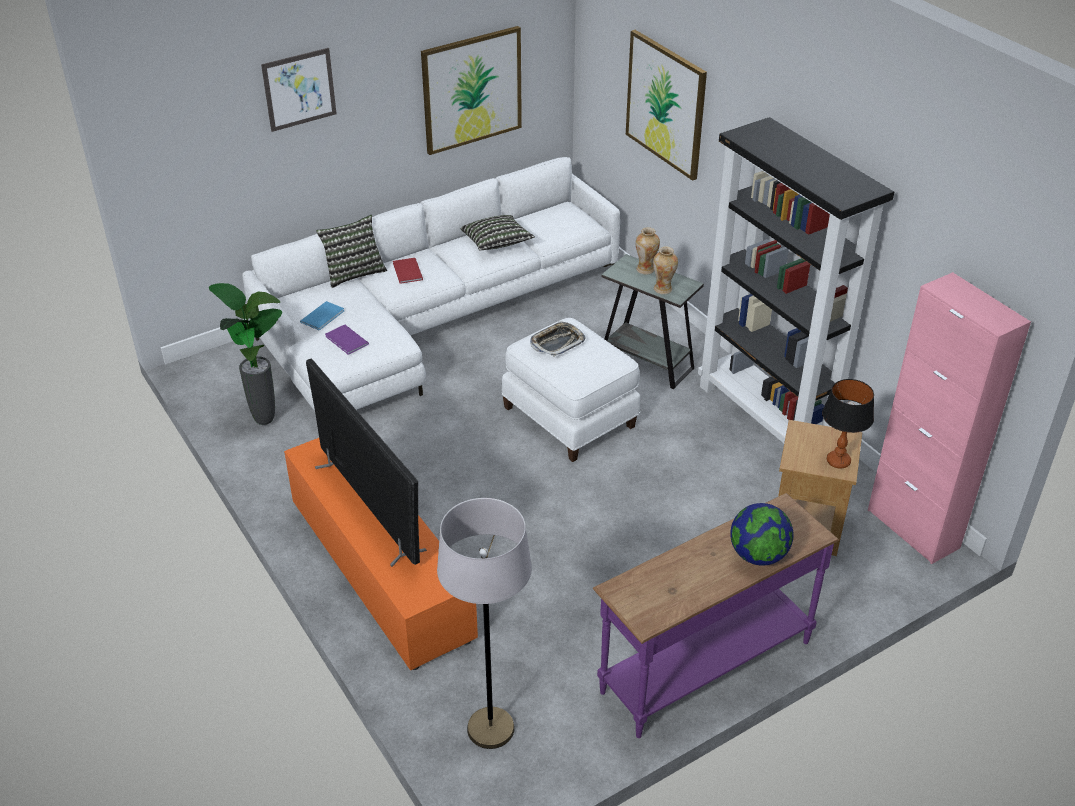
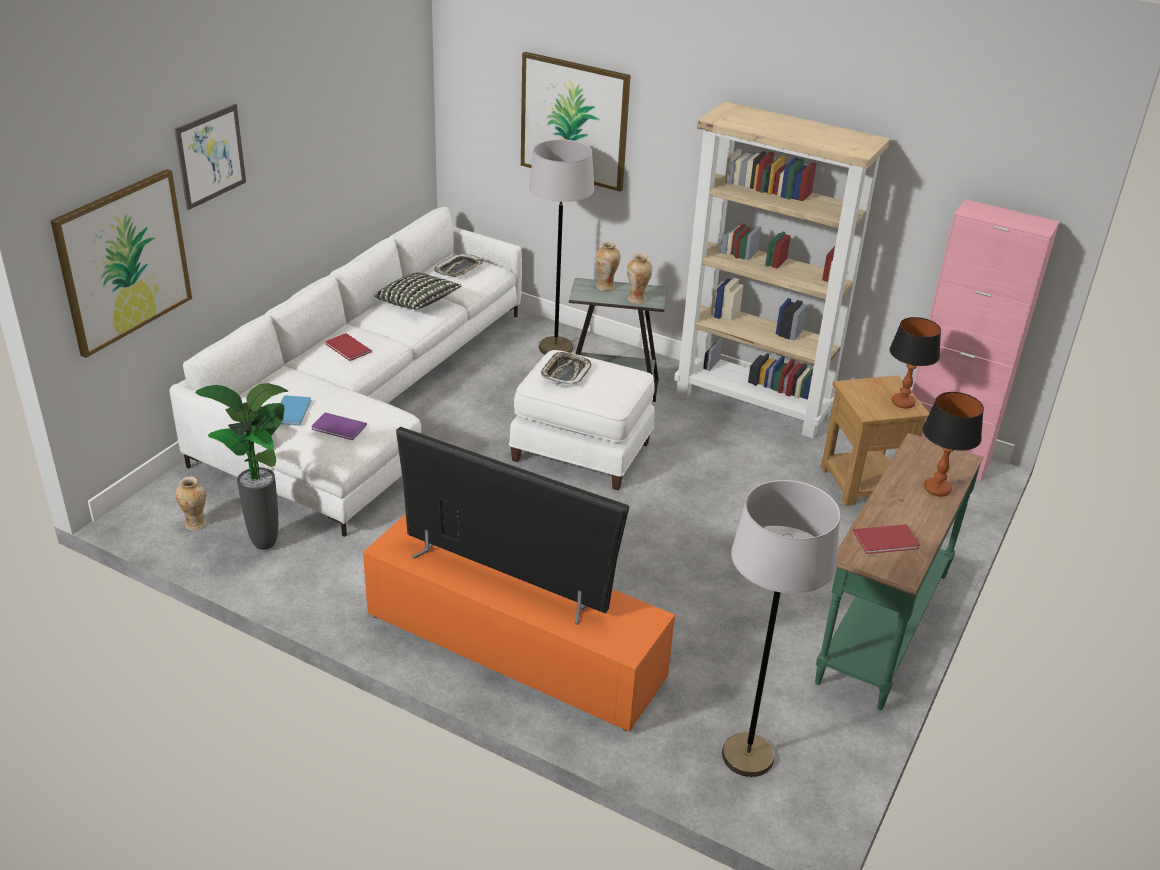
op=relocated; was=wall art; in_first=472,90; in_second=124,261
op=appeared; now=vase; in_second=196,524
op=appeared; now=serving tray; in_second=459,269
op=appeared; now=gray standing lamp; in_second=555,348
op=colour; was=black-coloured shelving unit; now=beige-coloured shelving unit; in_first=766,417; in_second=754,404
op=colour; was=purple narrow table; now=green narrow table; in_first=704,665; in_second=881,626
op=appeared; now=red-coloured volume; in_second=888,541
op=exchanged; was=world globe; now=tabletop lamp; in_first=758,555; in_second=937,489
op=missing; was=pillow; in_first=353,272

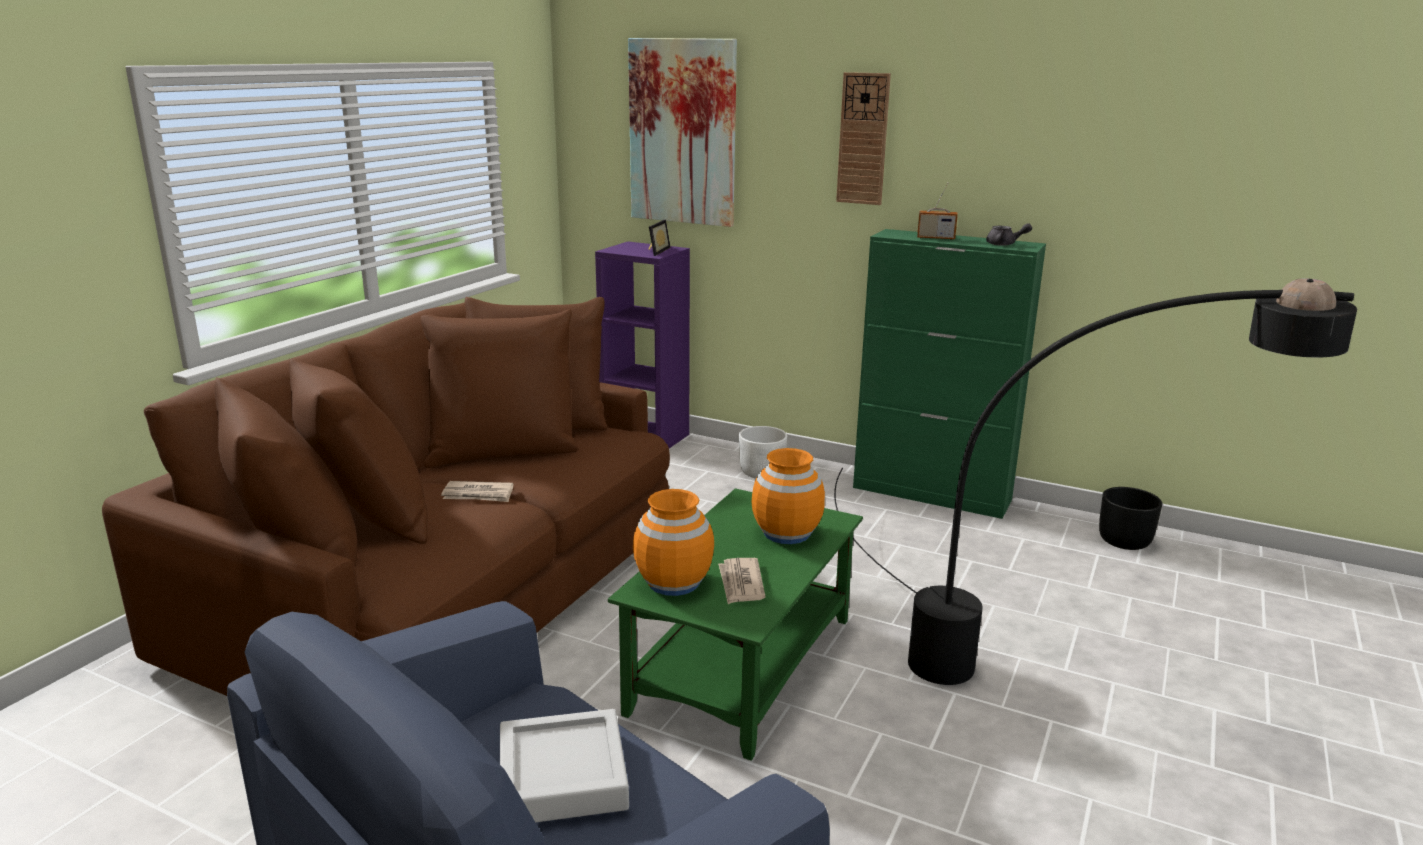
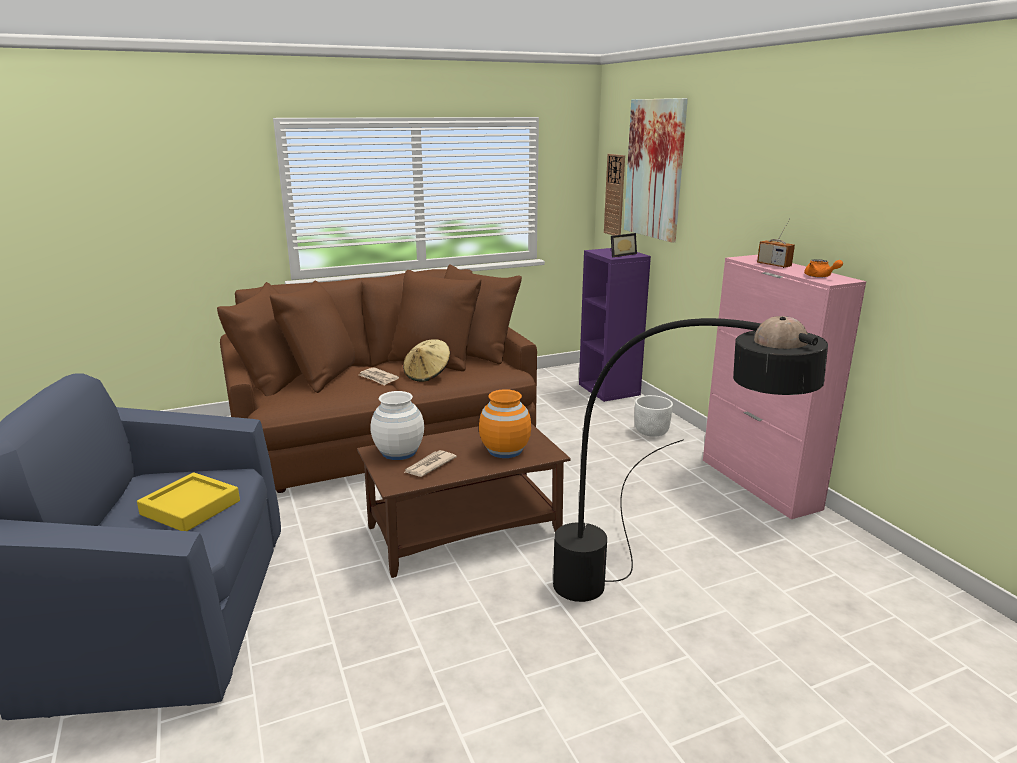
op=colour; was=gray serving tray; now=yellow serving tray; in_first=562,776; in_second=190,508
op=colour; was=green lounge table; now=brown-coloured lounge table; in_first=743,663; in_second=465,530
op=colour; was=orange-coloured vase; now=white-coloured vase; in_first=673,582; in_second=398,452
op=appeared; now=beige-coloured wearable hat; in_second=427,375
op=relocated; was=clock on the wall; in_first=863,139; in_second=615,195
op=colour; was=green storage cabinet; now=pinkish storage cabinet; in_first=932,494; in_second=759,484
op=colour; was=gray teapot; now=orange-coloured teapot; in_first=1005,244; in_second=820,276
op=missing; was=black-coloured flower pot; in_first=1123,541

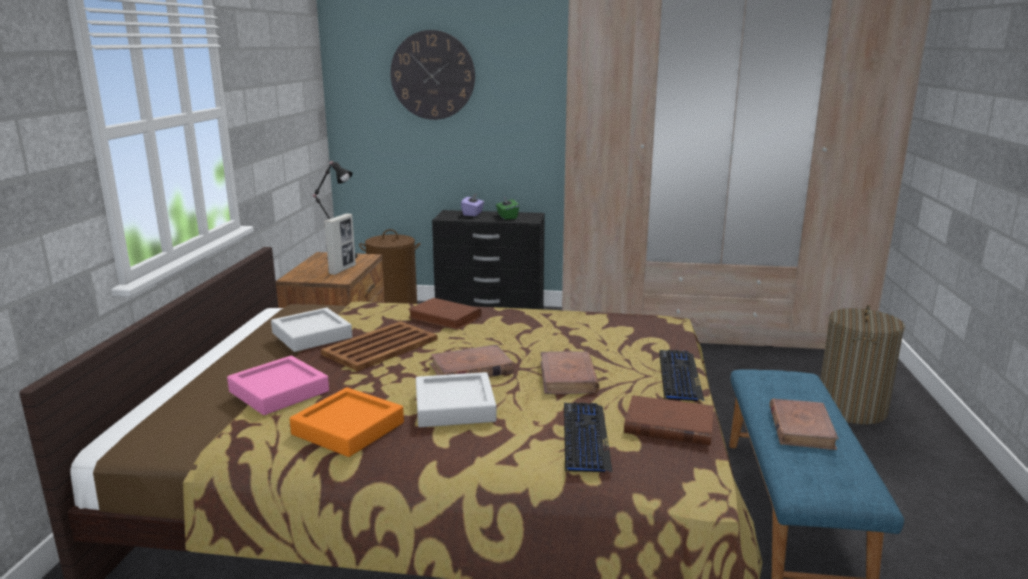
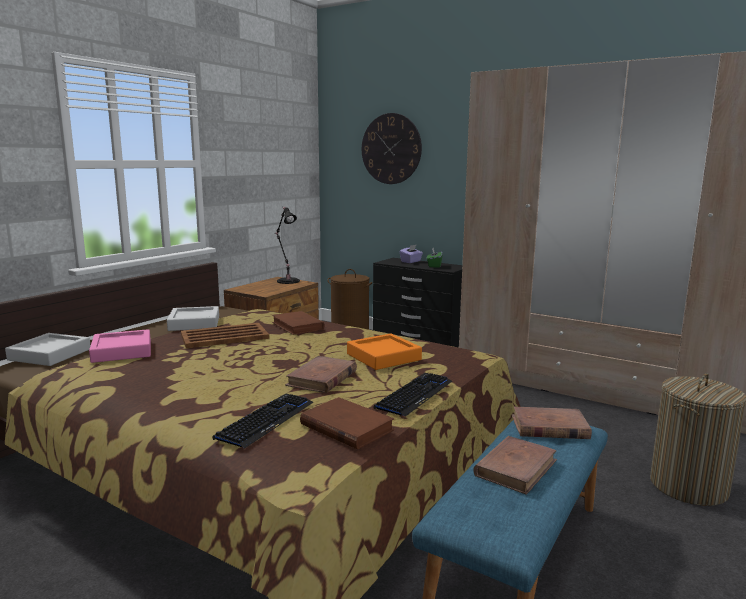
op=relocated; was=gray serving tray; in_first=454,406; in_second=50,354
op=relocated; was=orange-coloured serving tray; in_first=348,428; in_second=383,357
op=relocated; was=brown-coloured volume; in_first=471,369; in_second=549,427
op=missing; was=photo frame; in_first=342,269

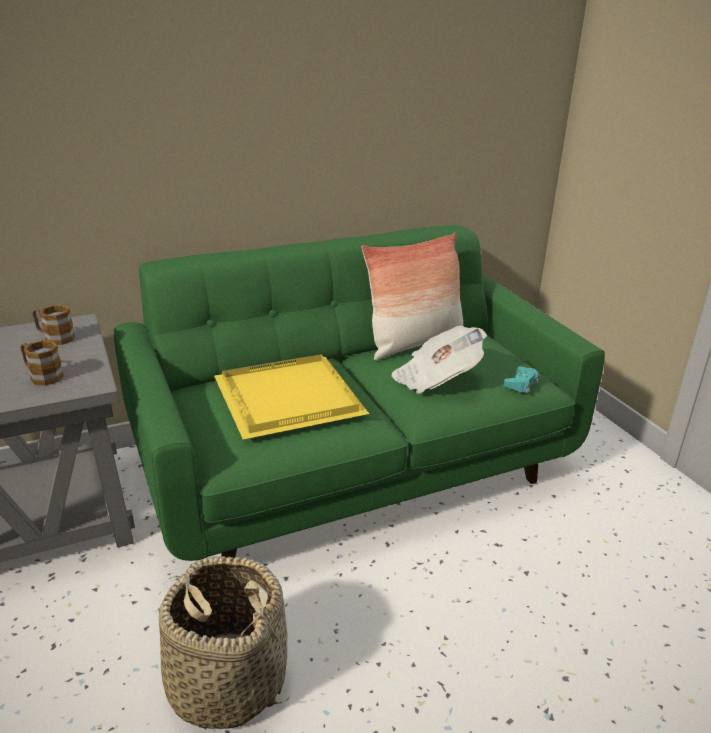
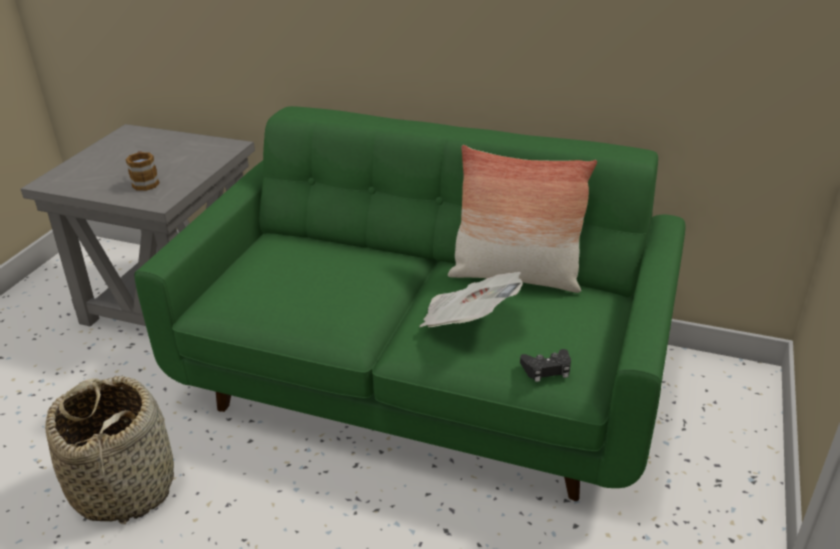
op=colour; was=turquoise-coloured gamepad; now=black-coloured gamepad; in_first=521,383; in_second=547,369
op=missing; was=coffee mug; in_first=55,337
op=missing; was=yellow serving tray; in_first=287,400

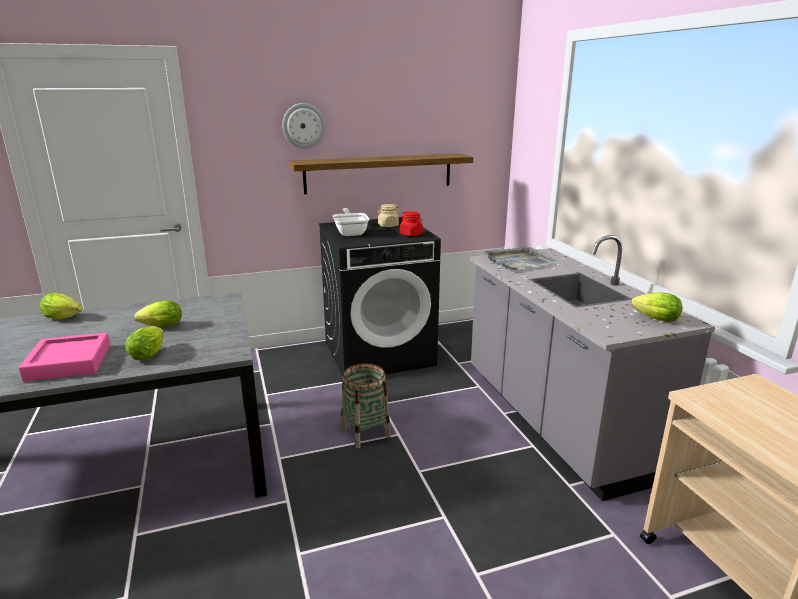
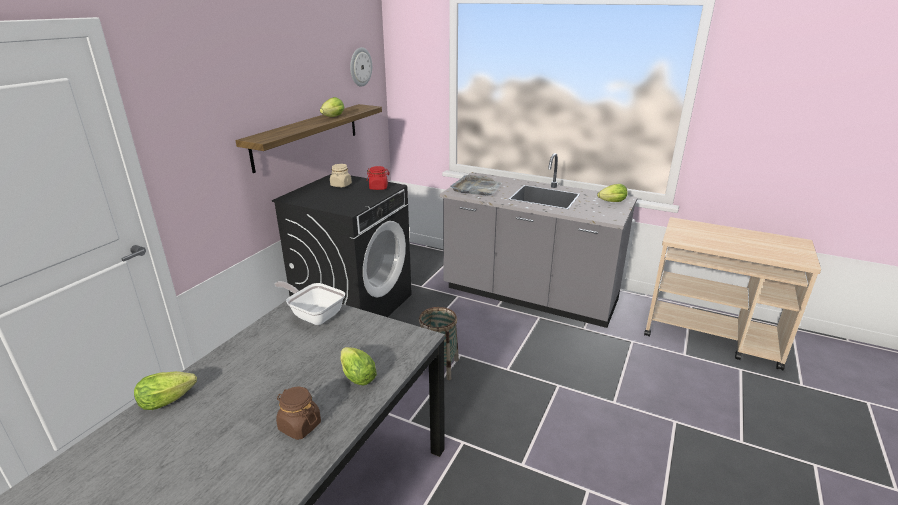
op=relocated; was=skillet; in_first=351,233; in_second=314,315
op=exchanged; was=pinkish serving tray; now=brown-coloured jar; in_first=69,362; in_second=299,426
op=relocated; was=lettuce head; in_first=160,327; in_second=332,117
op=relocated; was=clock on the wall; in_first=304,125; in_second=360,67

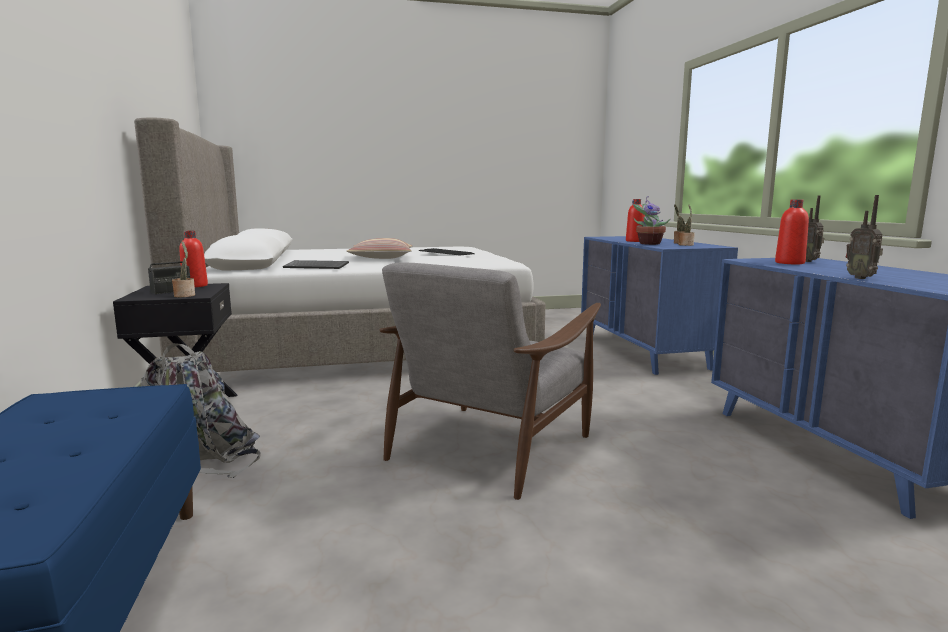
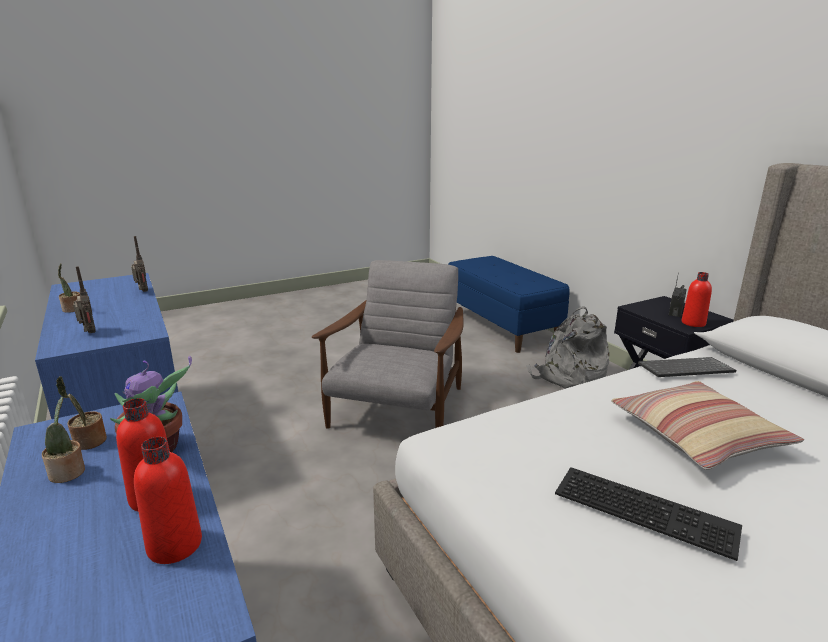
op=relocated; was=houseplant; in_first=185,295; in_second=72,309
op=relocated; was=red-coloured drink bottle; in_first=789,263; in_second=174,545

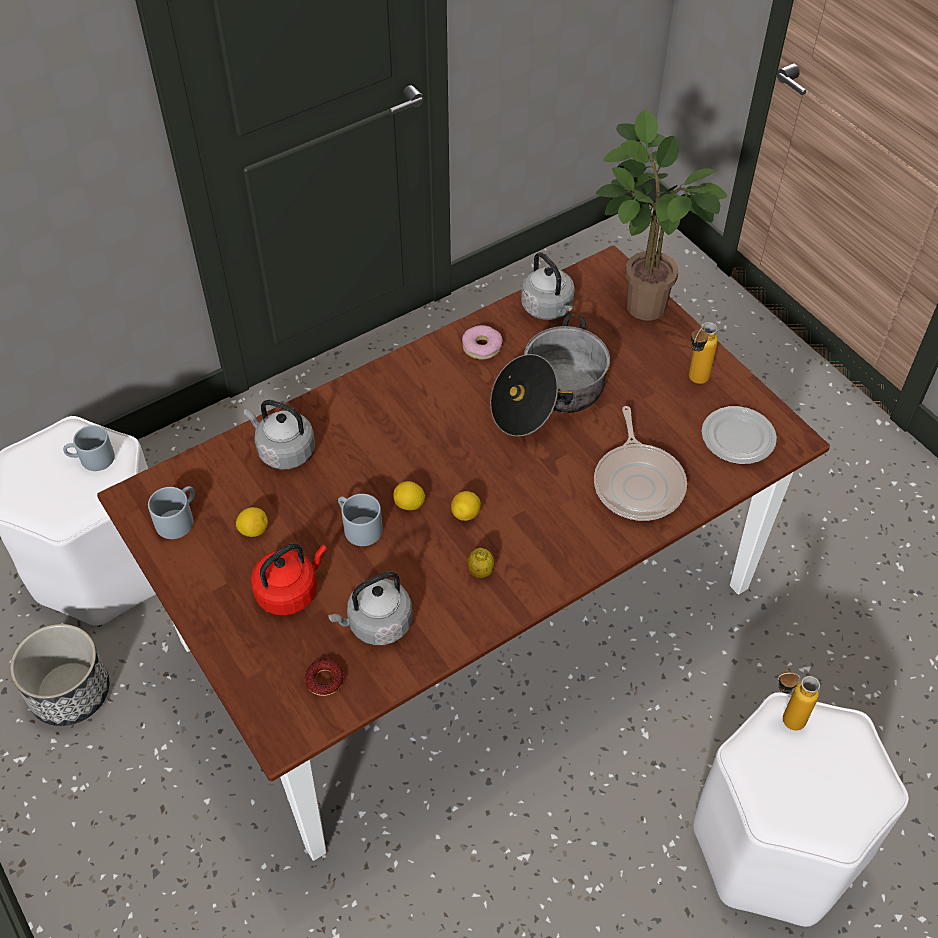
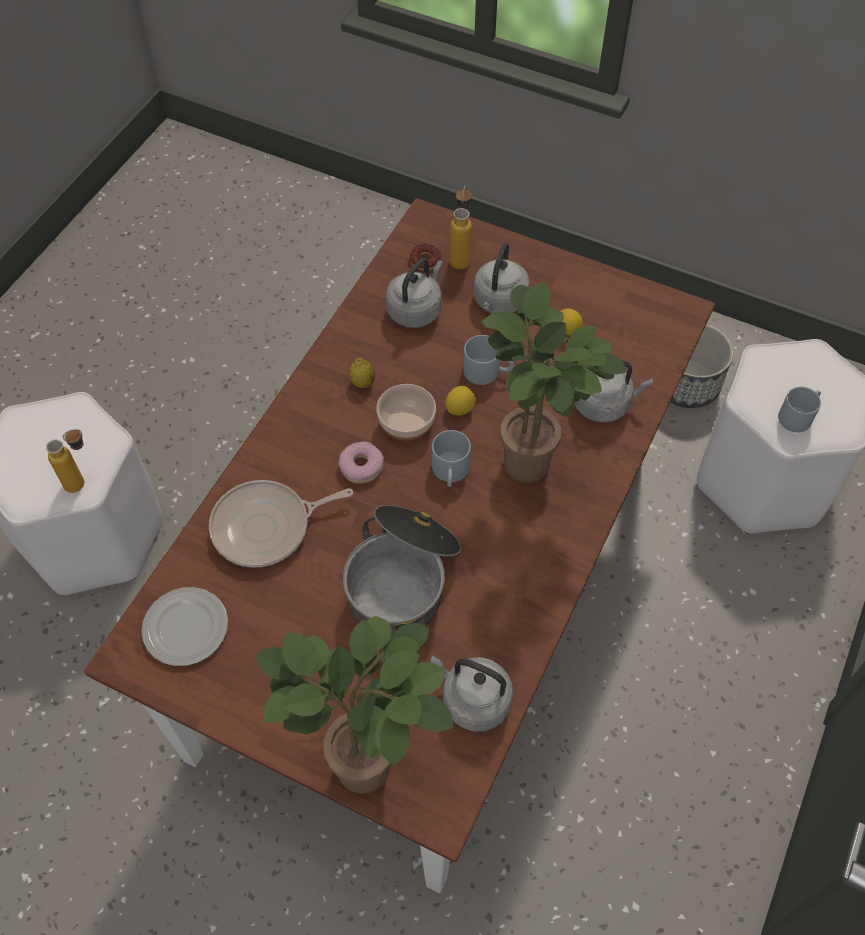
op=spun; was=skillet; in_first=638,483; in_second=266,527; clockwise=-75
op=relocated; was=ring doughnut; in_first=482,347; in_second=361,466
op=exchanged; was=whole lemon; now=deep dish; in_first=466,514; in_second=406,423
op=relocated; was=gray coffee mug; in_first=178,518; in_second=451,472
op=relocated; was=drink bottle; in_first=694,382; in_second=460,256
op=colour; was=red-coloured tea kettle; now=gray tea kettle; in_first=290,591; in_second=499,302
op=appeared; now=houseplant; in_second=534,468

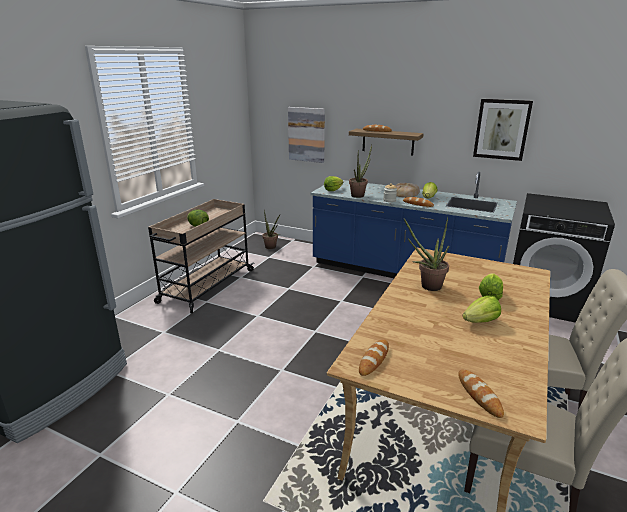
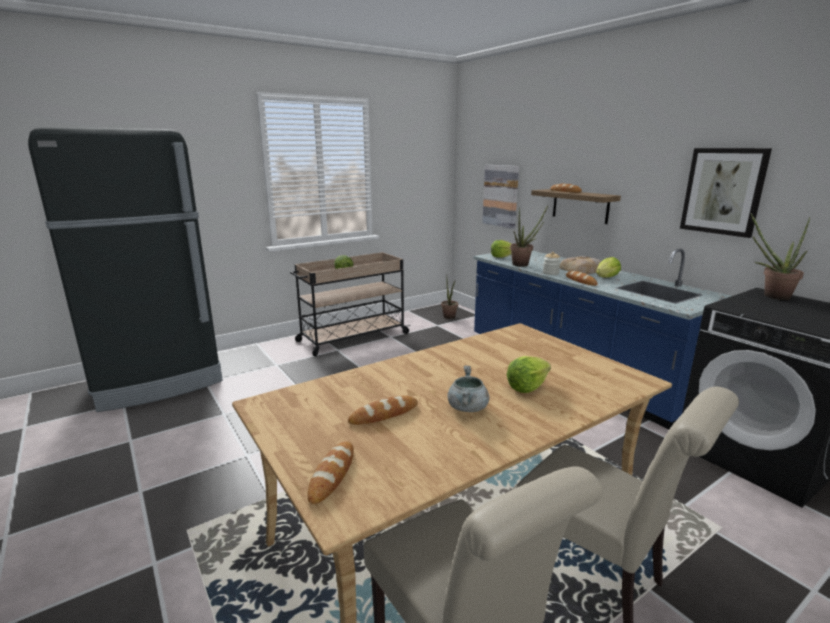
op=relocated; was=baked bread; in_first=374,359; in_second=384,414
op=exchanged; was=lettuce head; now=gray stockpot; in_first=481,321; in_second=467,408
op=relocated; was=houseplant; in_first=426,286; in_second=770,296

